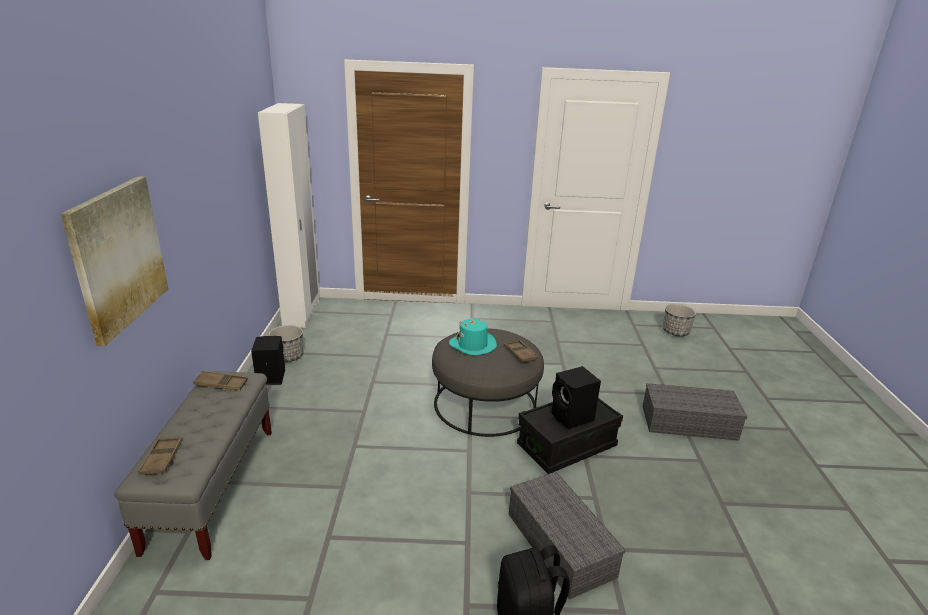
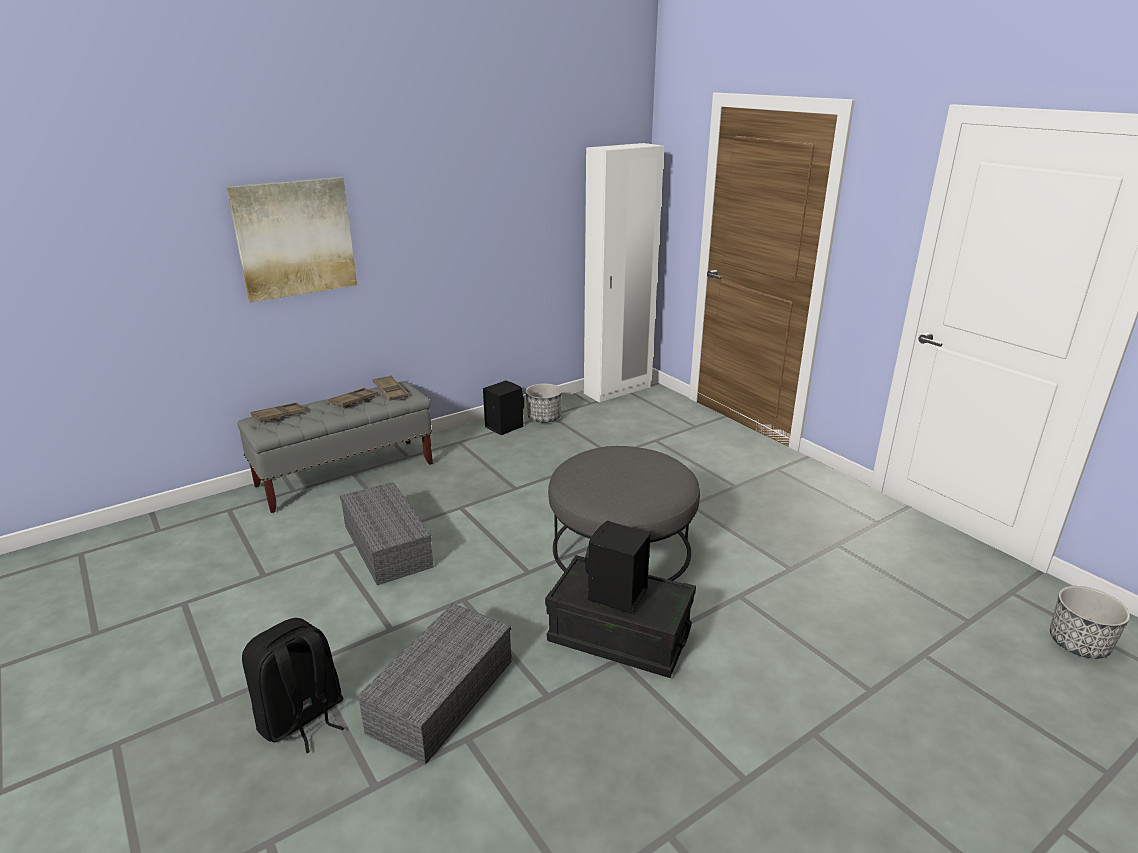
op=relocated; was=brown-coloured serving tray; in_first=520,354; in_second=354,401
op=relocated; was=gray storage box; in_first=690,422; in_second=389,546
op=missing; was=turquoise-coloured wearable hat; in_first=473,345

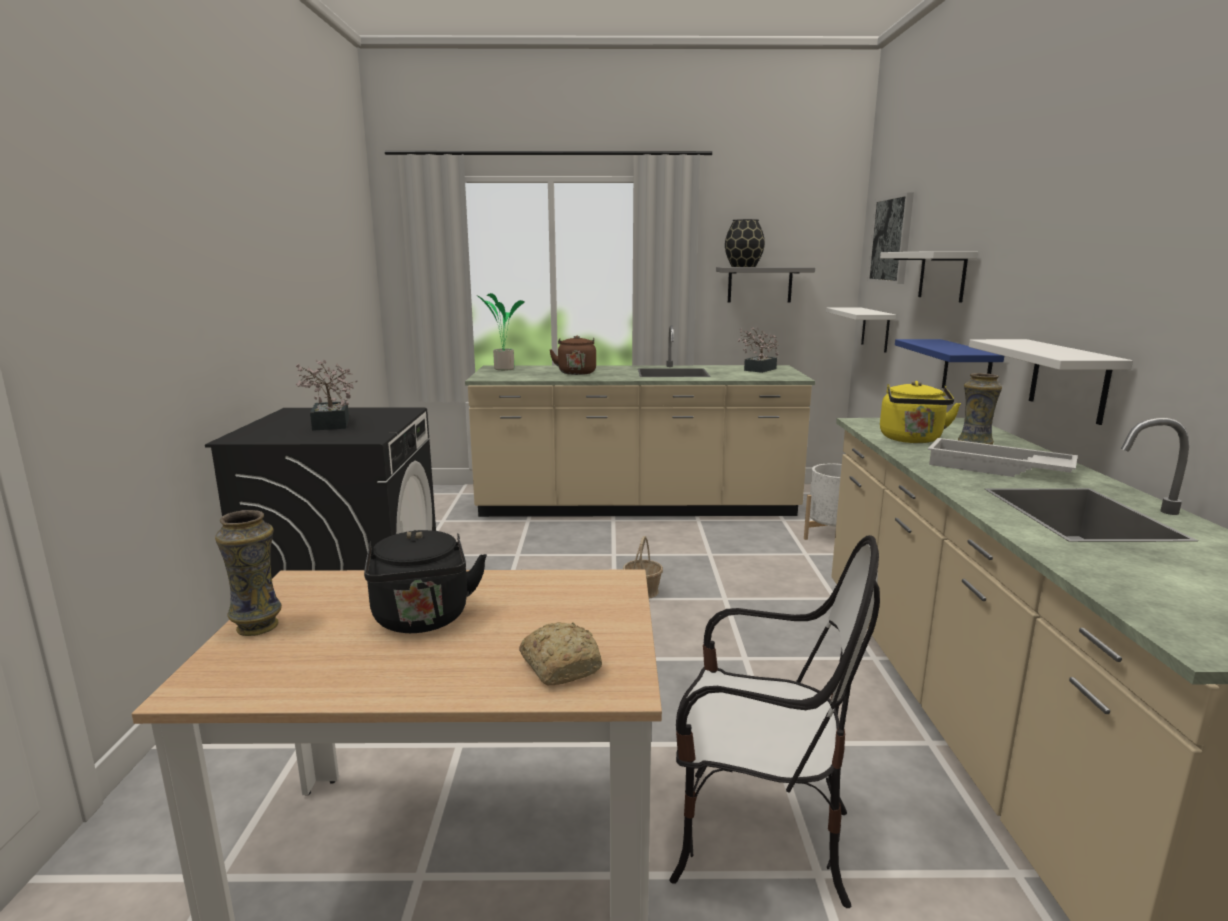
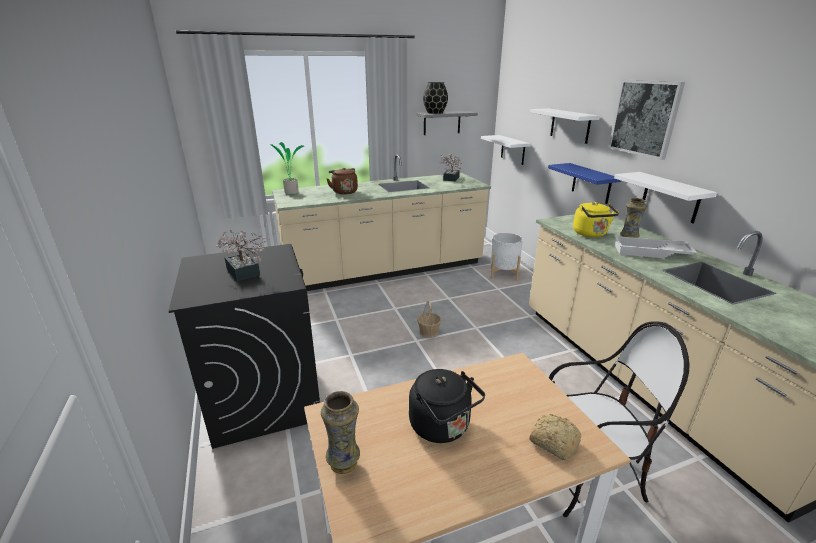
op=relocated; was=wall art; in_first=892,239; in_second=644,118

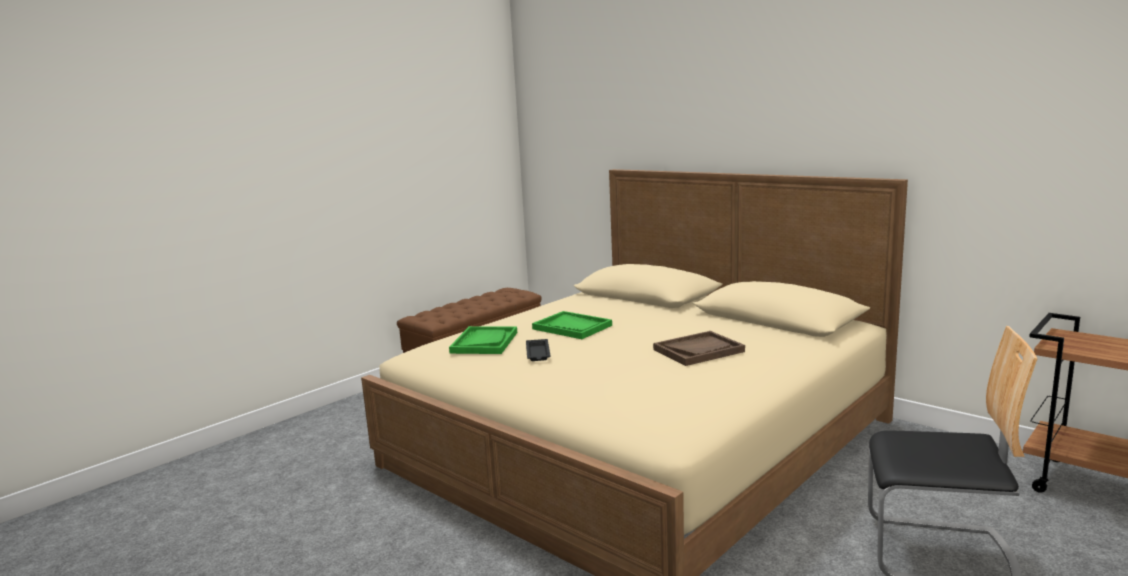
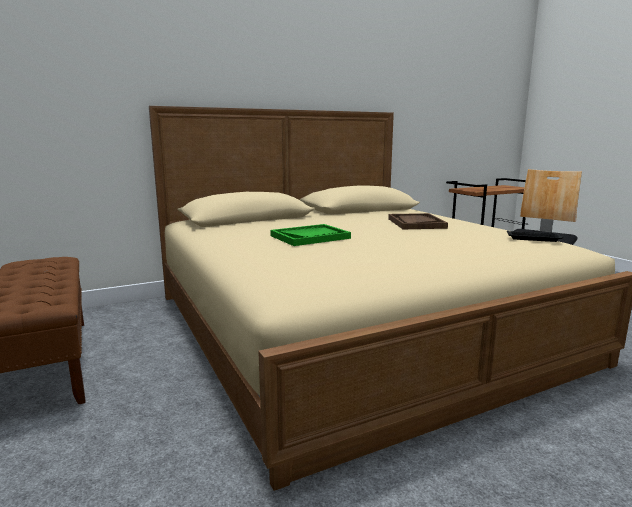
op=relocated; was=black-coloured serving tray; in_first=538,353; in_second=534,239
op=missing; was=green serving tray; in_first=484,342

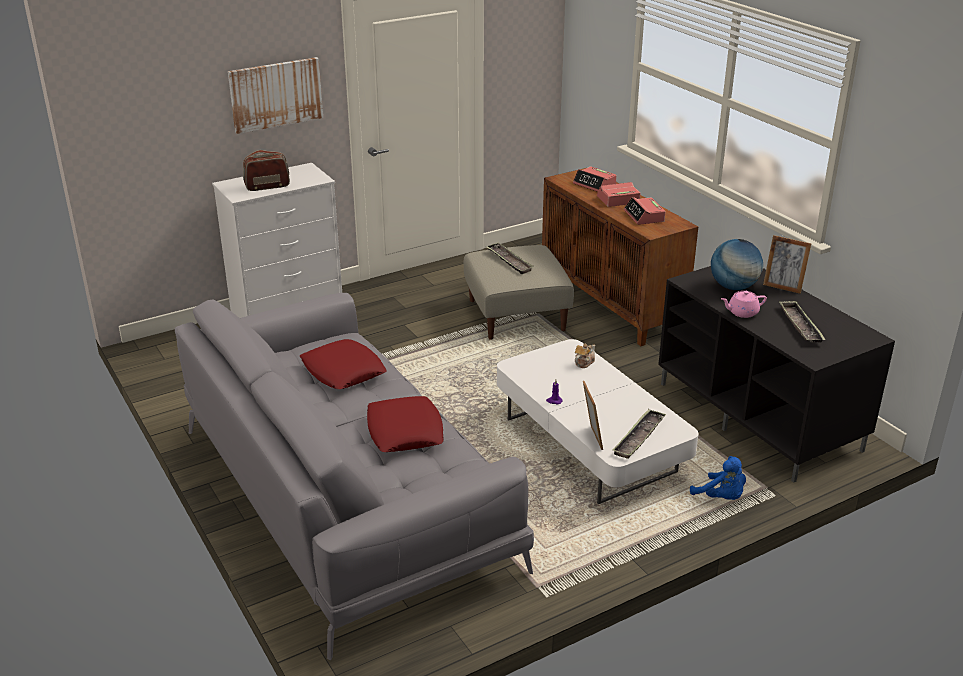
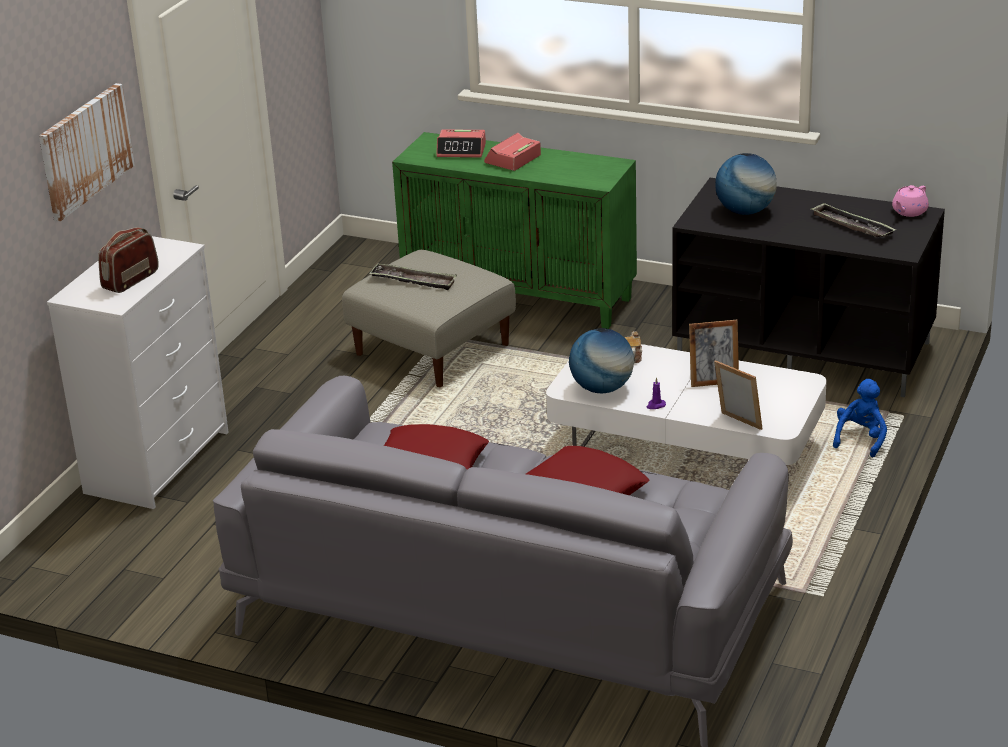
op=colour; was=brown-coloured storage cabinet; now=green storage cabinet; in_first=611,304; in_second=521,296
op=appeared; now=world globe; in_second=602,388
op=relocated; was=photo frame; in_first=783,287; in_second=713,381
op=spun; was=blue cuddly toy; in_first=721,497; in_second=861,439; clockwise=-75
op=relocated; was=pinkish teapot; in_first=742,312; in_second=909,212
op=missing; was=serving tray; in_first=639,437
op=missing; was=alarm clock; in_first=644,216

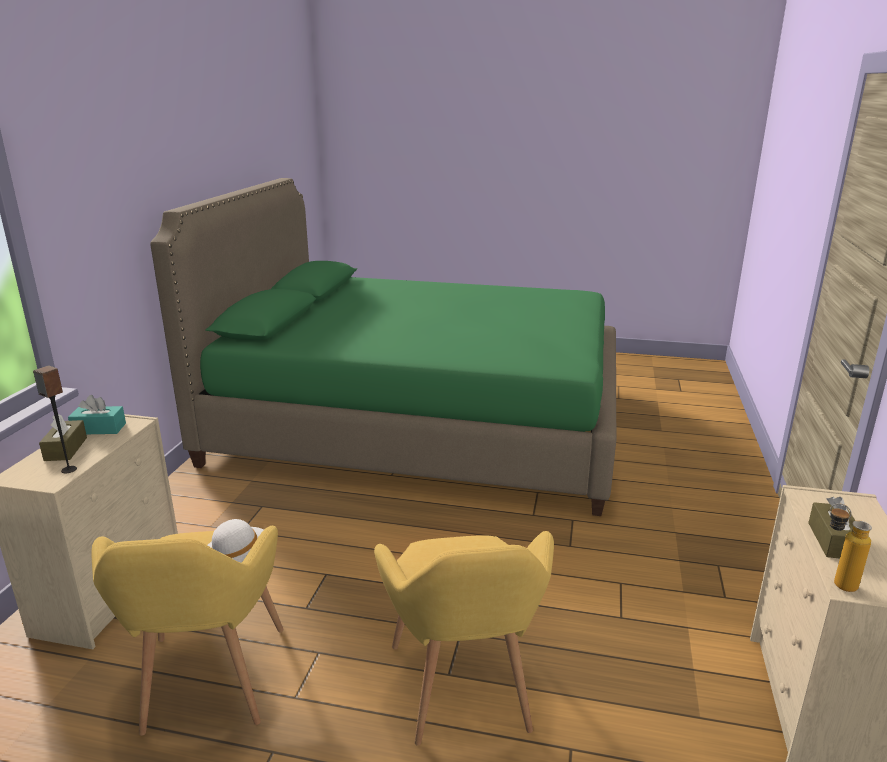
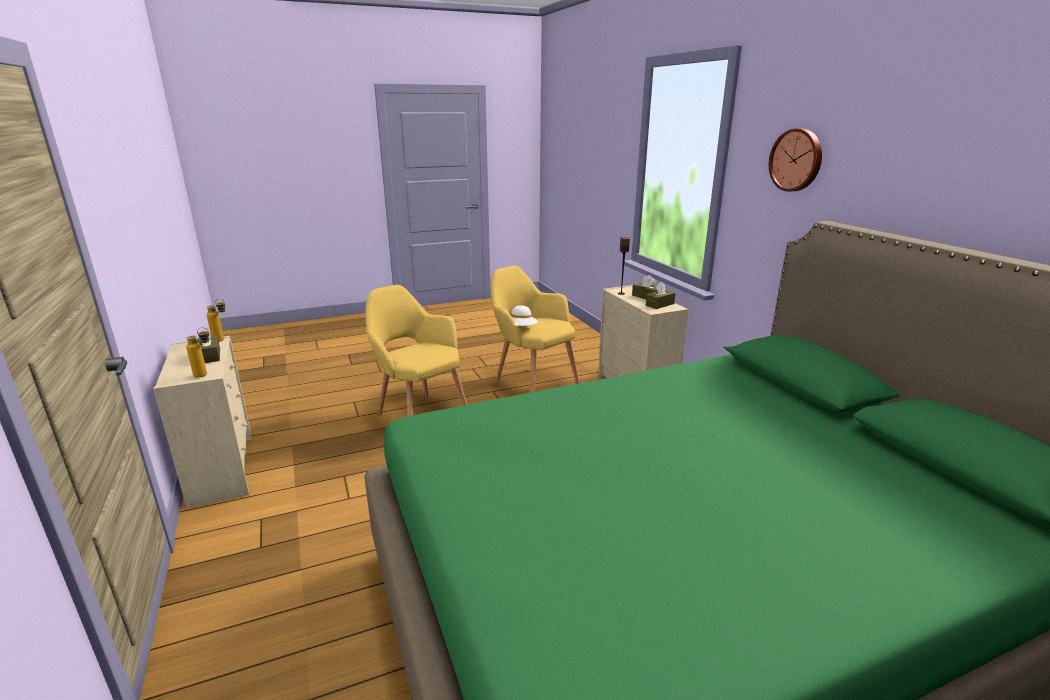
op=appeared; now=drink bottle; in_second=206,375
op=colour; was=turquoise-coloured tissue holder; now=brown-coloured tissue holder; in_first=99,429; in_second=659,304
op=appeared; now=clock on the wall; in_second=797,160

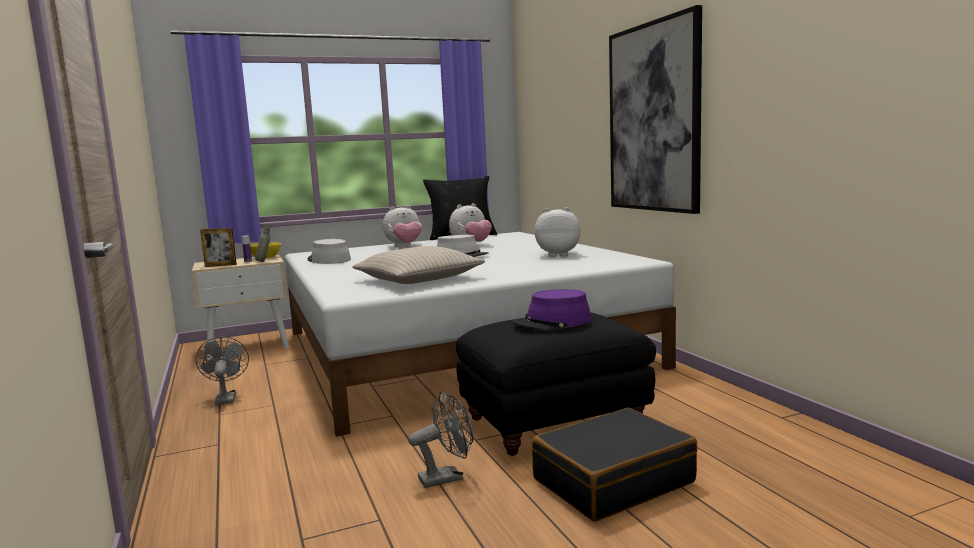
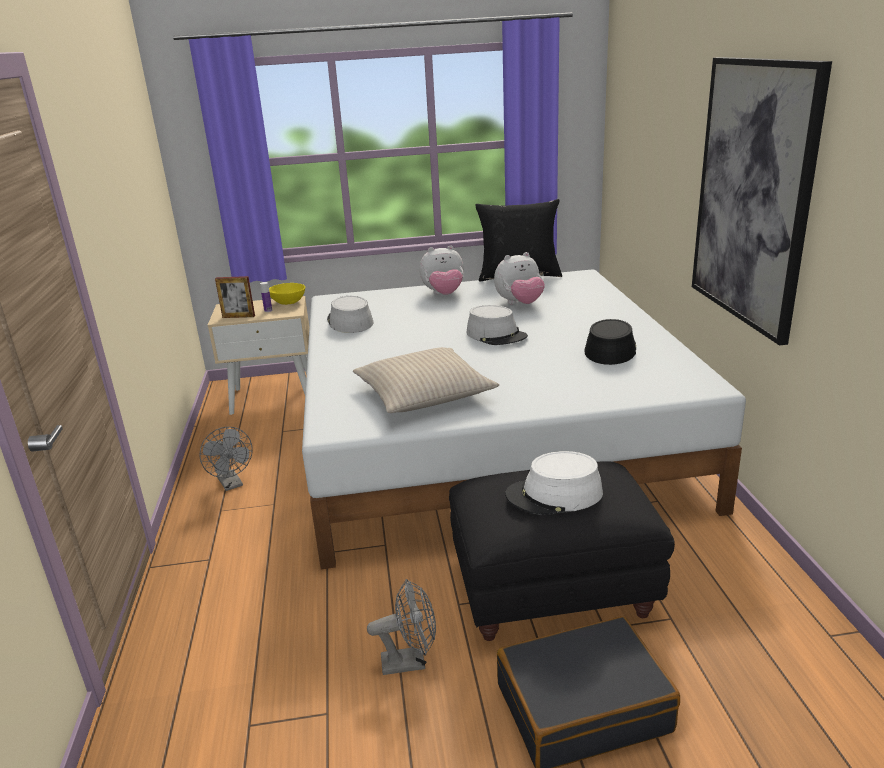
op=spun; was=gray electric fan; in_first=225,398; in_second=232,484; clockwise=150
op=colour; was=purple wearable hat; now=white-coloured wearable hat; in_first=552,322; in_second=554,495
op=exchanged; was=cuddly toy; now=black-coloured wearable hat; in_first=558,254; in_second=610,349
op=missing; was=gray drink bottle; in_first=264,261

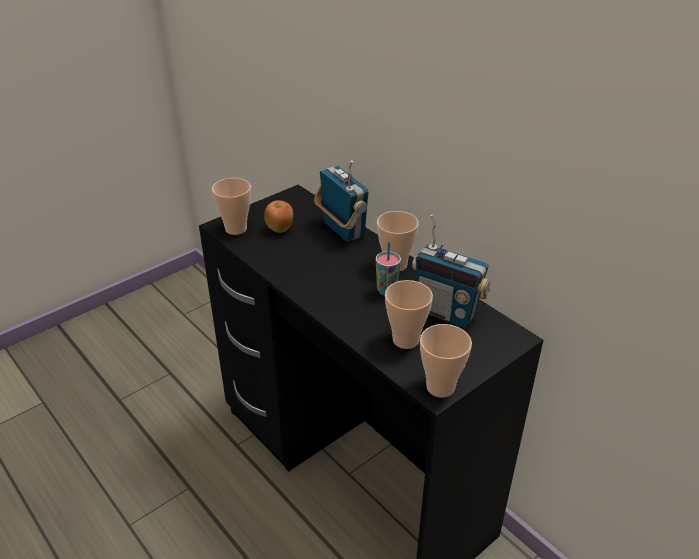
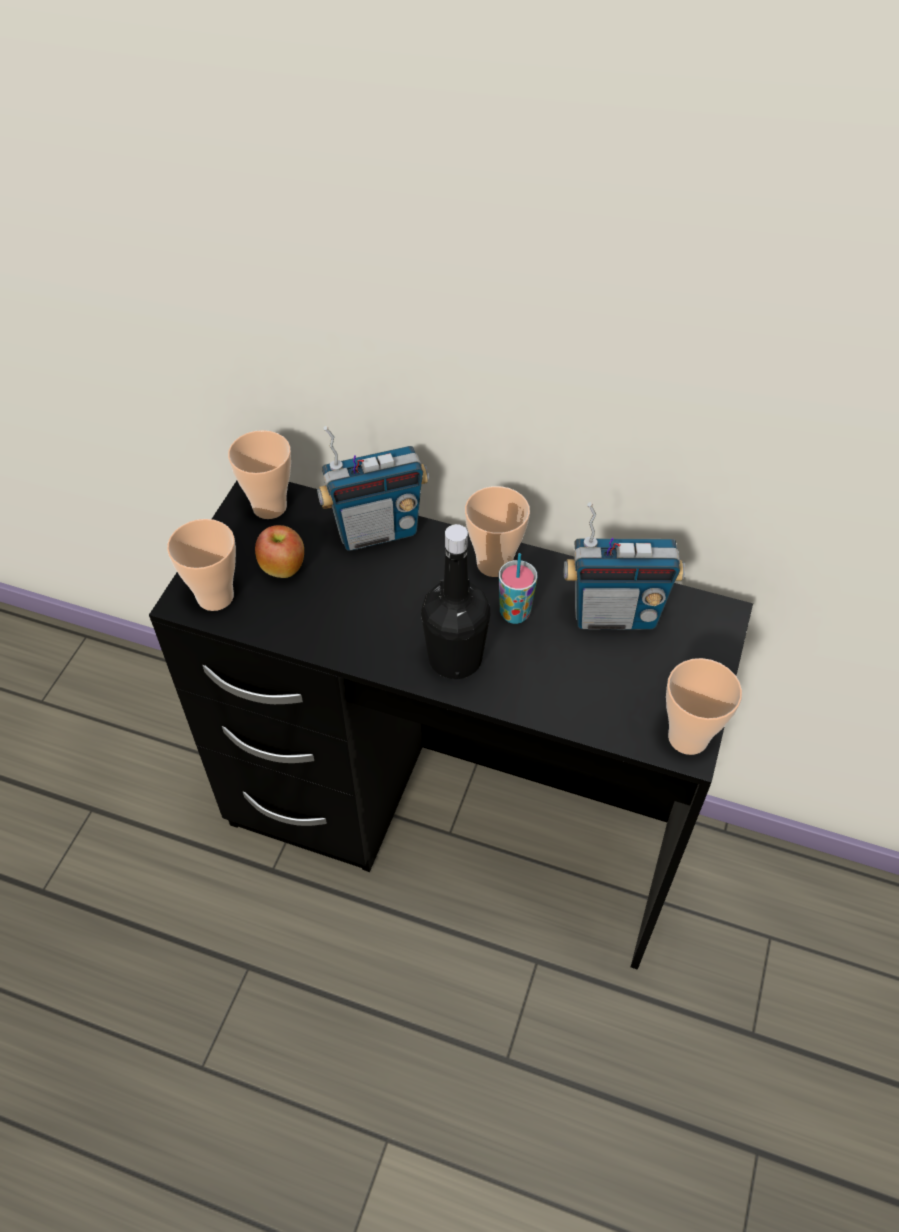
op=relocated; was=small cup; in_first=405,340; in_second=269,507
op=spun; was=radio; in_first=342,230; in_second=376,531; clockwise=135
op=appeared; now=black-coloured drink bottle; in_second=455,658

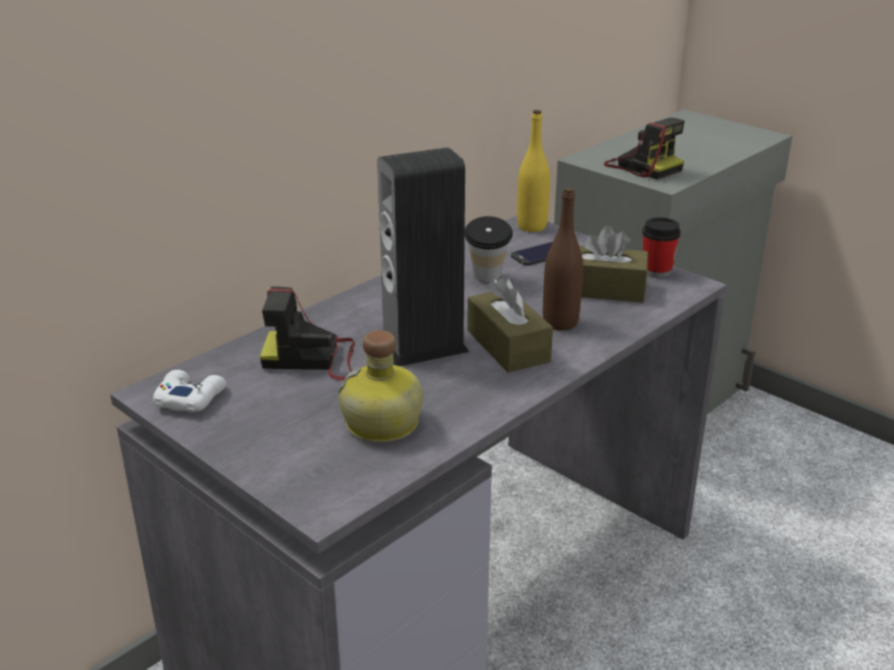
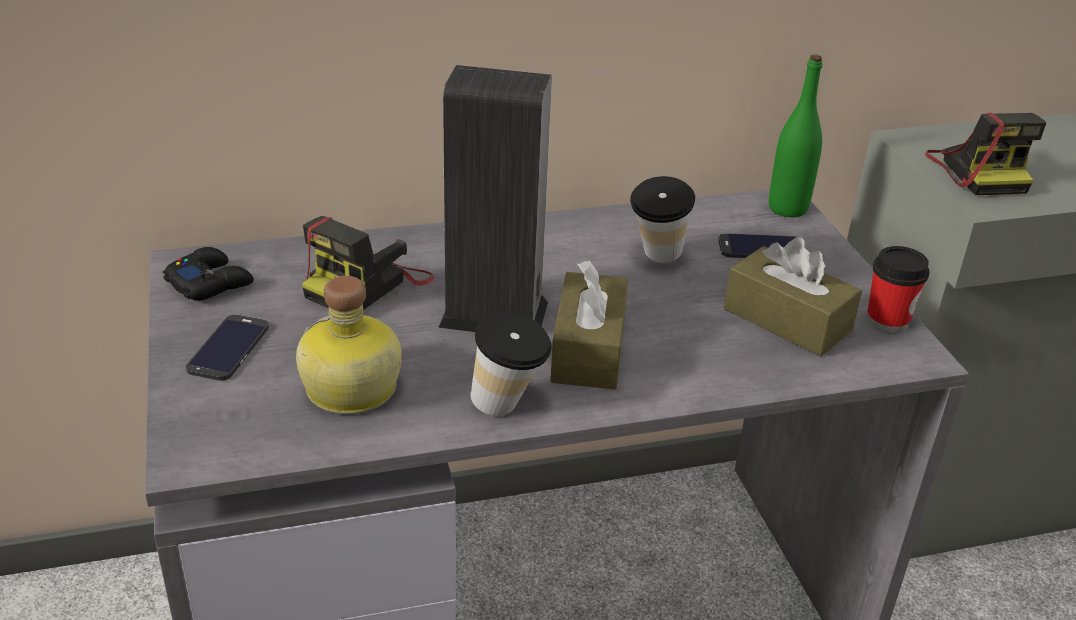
op=colour; was=white-coloured gamepad; now=black-coloured gamepad; in_first=190,398; in_second=210,283
op=appeared; now=telephone; in_second=229,348
op=spun; was=still camera; in_first=312,359; in_second=367,285; clockwise=-90
op=appeared; now=small cup; in_second=508,407
op=colour; was=yellow drink bottle; now=green drink bottle; in_first=531,226; in_second=787,208
op=missing; was=brown-coloured drink bottle; in_first=560,323

